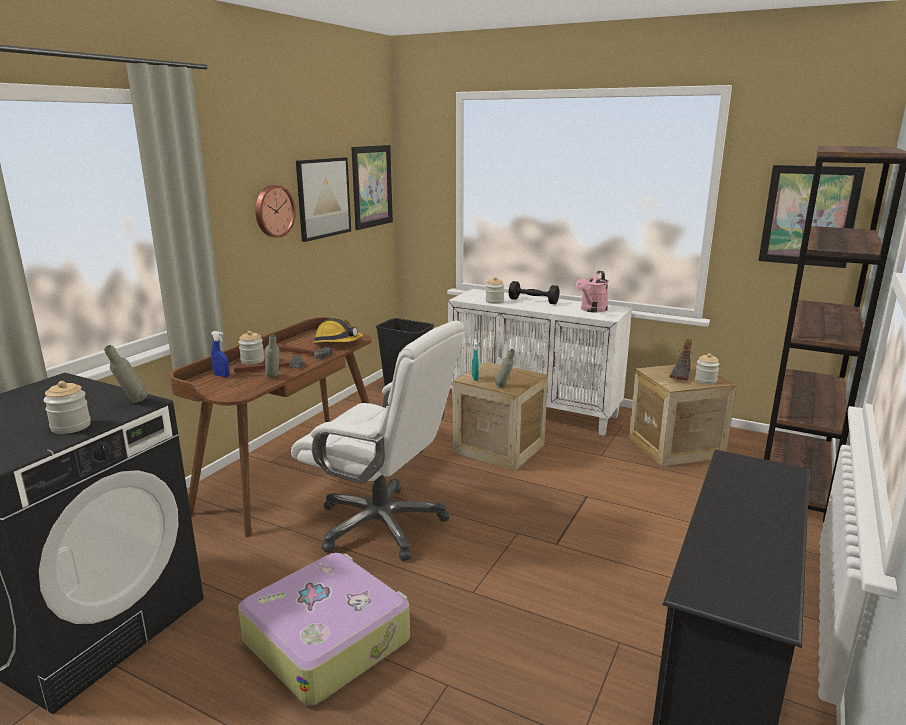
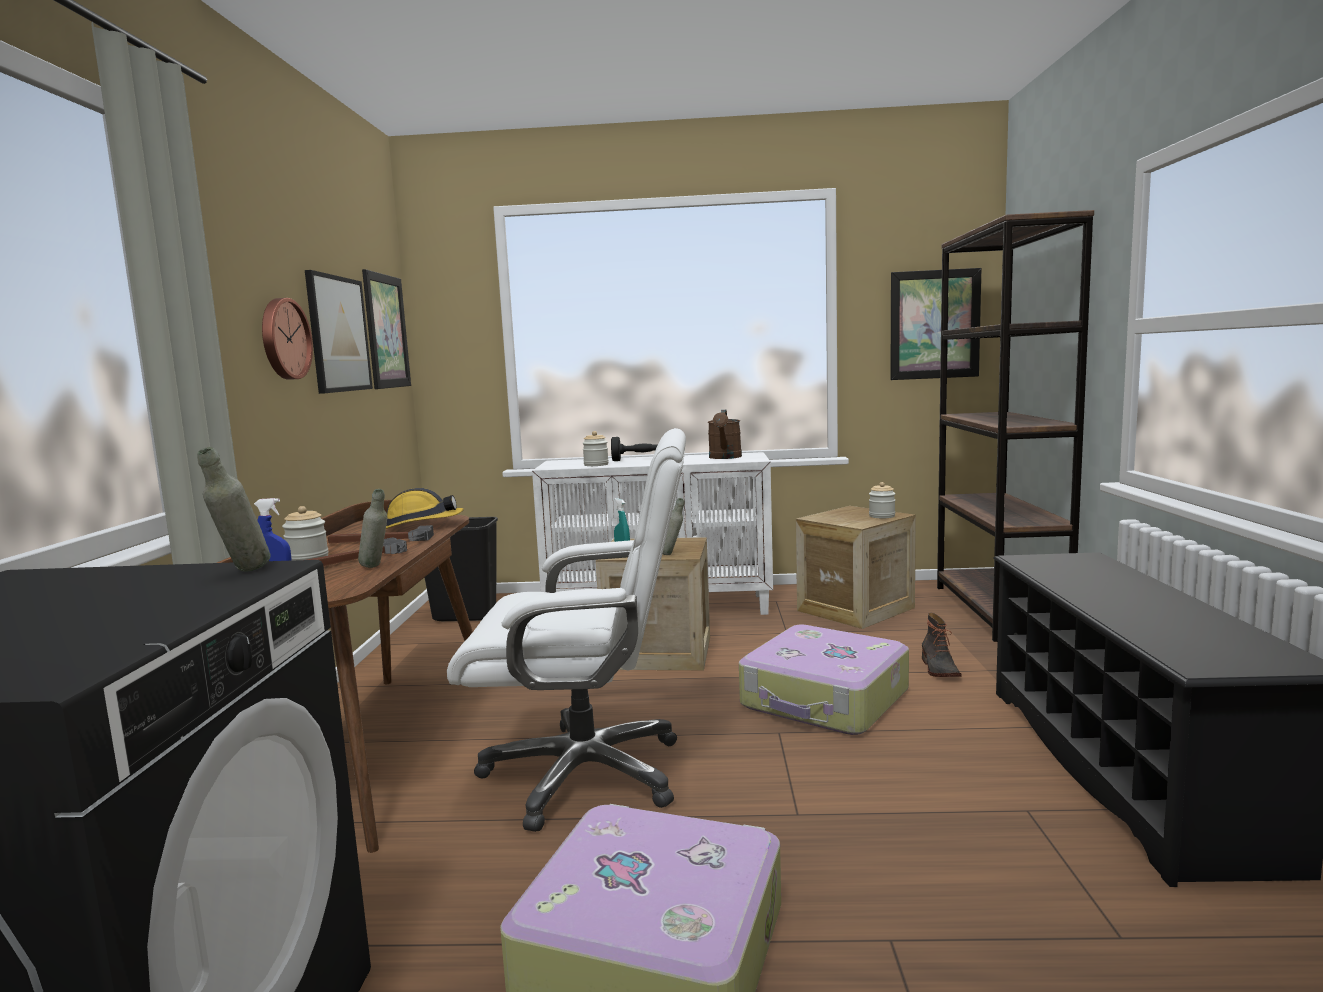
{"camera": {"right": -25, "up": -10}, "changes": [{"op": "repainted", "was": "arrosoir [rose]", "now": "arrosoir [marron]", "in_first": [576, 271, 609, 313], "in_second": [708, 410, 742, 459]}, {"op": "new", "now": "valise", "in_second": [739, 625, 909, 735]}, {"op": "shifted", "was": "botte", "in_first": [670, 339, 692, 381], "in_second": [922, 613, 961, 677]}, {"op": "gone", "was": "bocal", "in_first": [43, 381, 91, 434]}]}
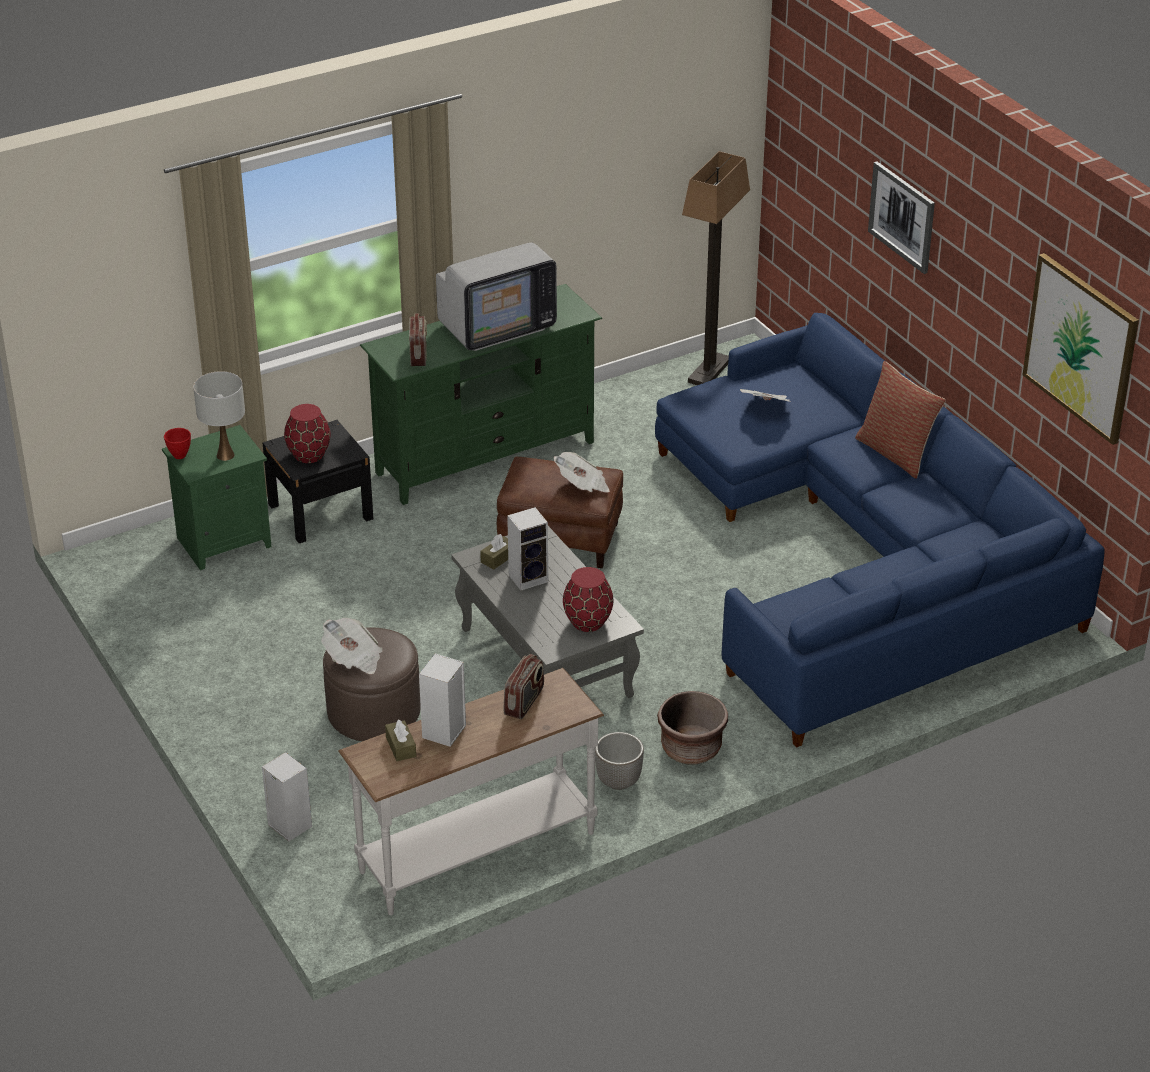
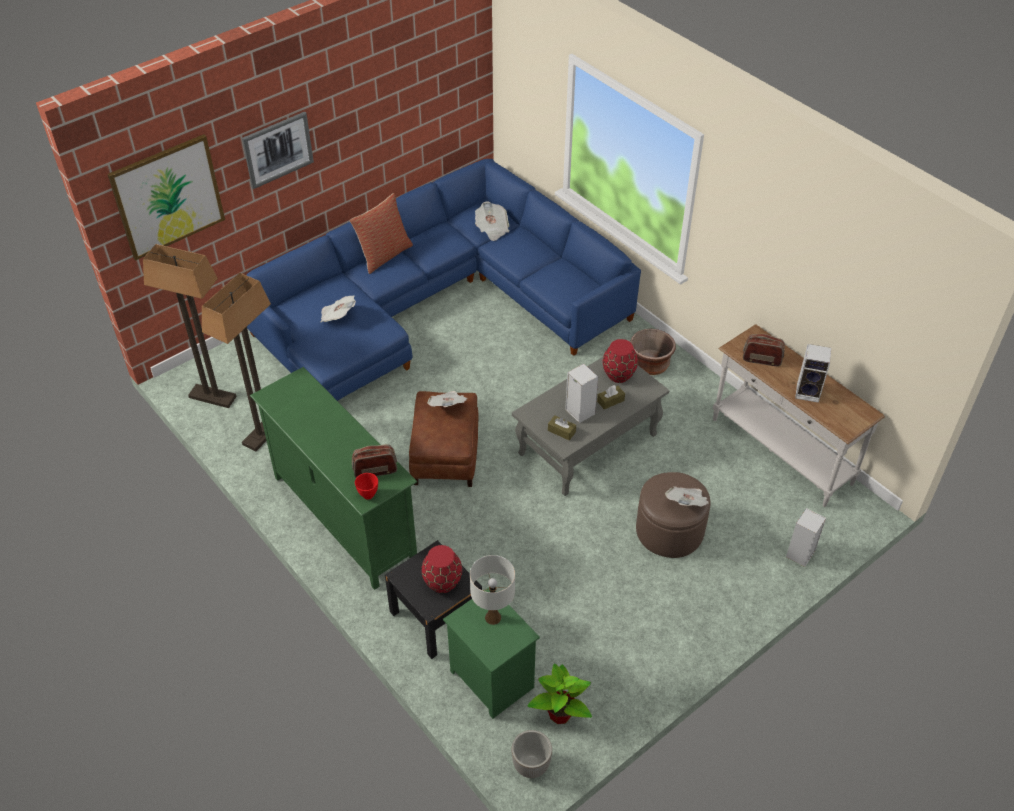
{"camera": {"right": -100, "up": 10}, "changes": [{"op": "shifted", "was": "tableau", "in_first": [1023, 253, 1139, 445], "in_second": [108, 134, 225, 260]}, {"op": "new", "now": "lampadaire", "in_second": [202, 273, 271, 451]}, {"op": "shifted", "was": "bol [rouge]", "in_first": [164, 428, 191, 459], "in_second": [355, 473, 378, 500]}, {"op": "new", "now": "journal", "in_second": [475, 201, 510, 241]}, {"op": "shifted", "was": "cache-pot", "in_first": [595, 732, 644, 790], "in_second": [511, 730, 552, 778]}, {"op": "new", "now": "plante en pot", "in_second": [528, 664, 592, 724]}, {"op": "shifted", "was": "boîte à mouchoirs [marron]", "in_first": [385, 719, 416, 761], "in_second": [597, 385, 625, 409]}, {"op": "gone", "was": "téléviseur", "in_first": [436, 242, 557, 351]}]}
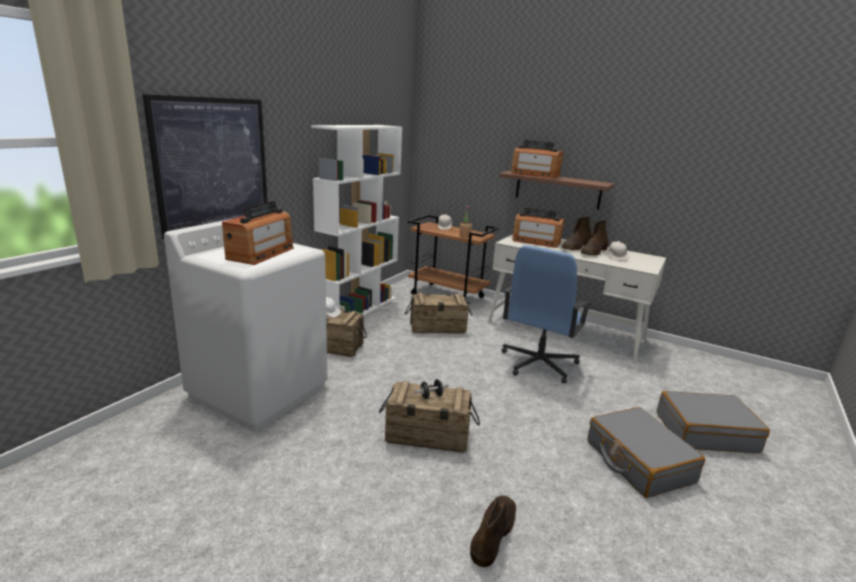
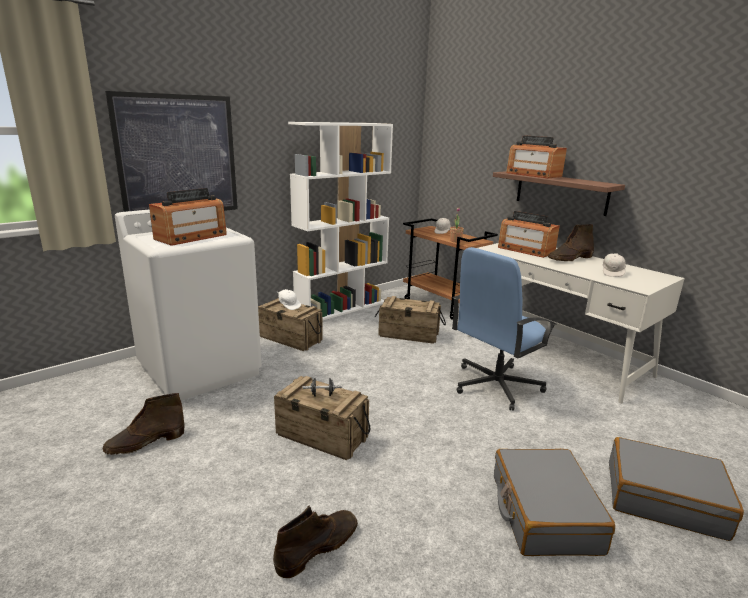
{"camera": {"right": 20, "up": 0}, "changes": [{"op": "shifted", "was": "botte [marron]", "in_first": [581, 220, 609, 255], "in_second": [103, 393, 185, 455]}]}
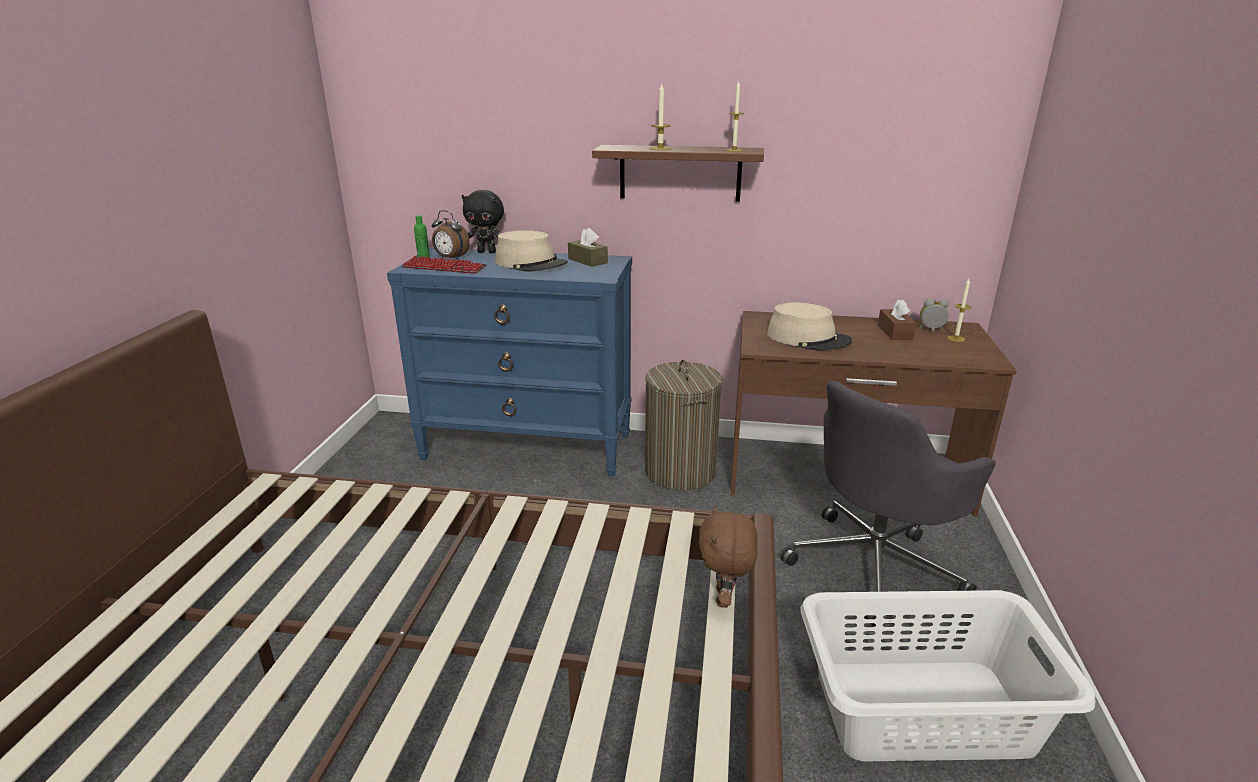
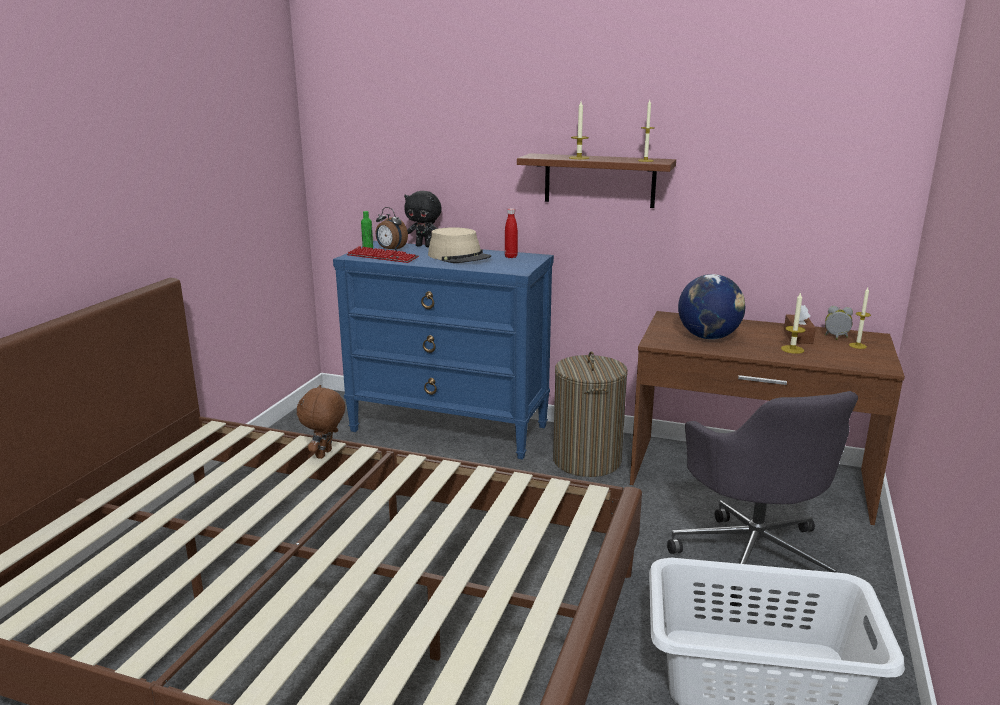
{"camera": {"right": 10, "up": -5}, "changes": [{"op": "shifted", "was": "peluche [marron]", "in_first": [699, 505, 757, 608], "in_second": [297, 385, 345, 459]}, {"op": "swapped", "was": "boîte à mouchoirs [marron]", "now": "bouteille [rouge]", "in_first": [568, 228, 608, 267], "in_second": [505, 208, 518, 258]}, {"op": "rotated", "was": "chaise de bureau [gris]", "in_first": [781, 381, 996, 627], "in_second": [667, 391, 858, 606], "clockwise": -75}, {"op": "swapped", "was": "chapeau [beige]", "now": "globe", "in_first": [767, 303, 852, 351], "in_second": [678, 274, 745, 339]}, {"op": "new", "now": "bougie", "in_second": [781, 292, 805, 354]}]}
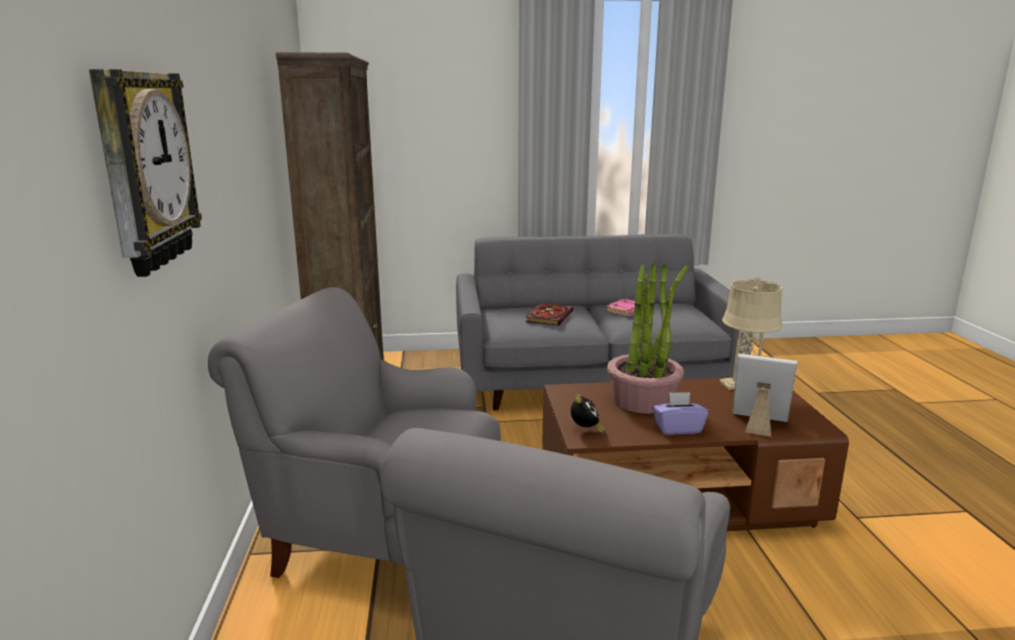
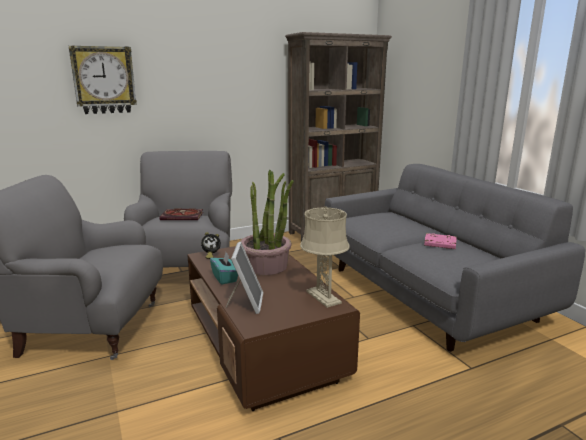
{"camera": {"right": 70, "up": 0}, "changes": [{"op": "shifted", "was": "livre", "in_first": [525, 303, 574, 325], "in_second": [159, 209, 203, 220]}, {"op": "repainted", "was": "boîte à mouchoirs [violet]", "now": "boîte à mouchoirs [turquoise]", "in_first": [652, 392, 709, 435], "in_second": [210, 252, 238, 285]}]}
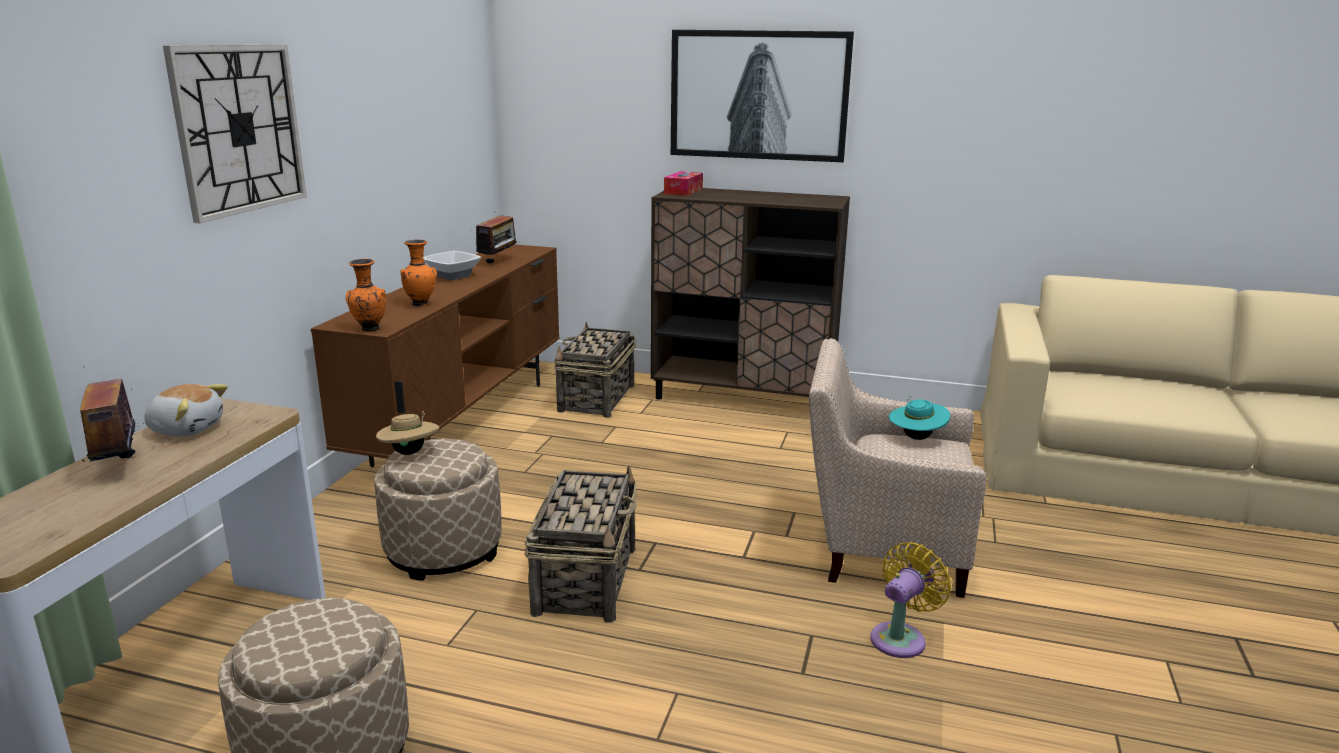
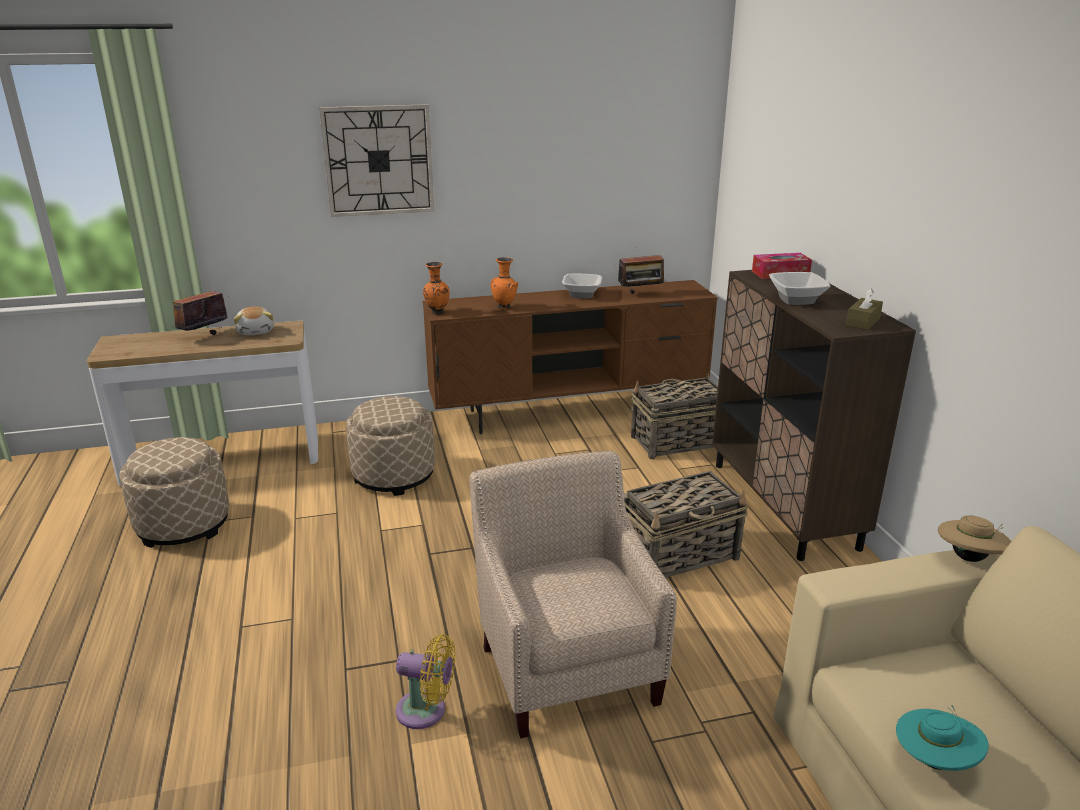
{"camera": {"right": 60, "up": 5}, "changes": [{"op": "shifted", "was": "panier", "in_first": [524, 465, 637, 623], "in_second": [624, 471, 749, 578]}, {"op": "new", "now": "bol", "in_second": [769, 272, 831, 305]}, {"op": "new", "now": "boîte à mouchoirs [marron]", "in_second": [846, 288, 883, 330]}, {"op": "shifted", "was": "chapeau [turquoise]", "in_first": [889, 396, 950, 440], "in_second": [896, 705, 989, 771]}, {"op": "shifted", "was": "chapeau [beige]", "in_first": [376, 411, 440, 455], "in_second": [938, 515, 1011, 562]}, {"op": "gone", "was": "tableau", "in_first": [671, 30, 854, 162]}]}
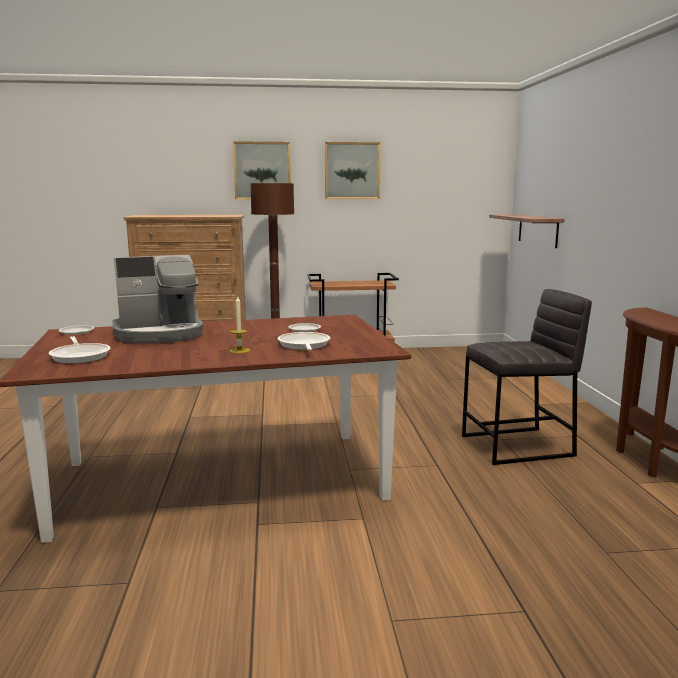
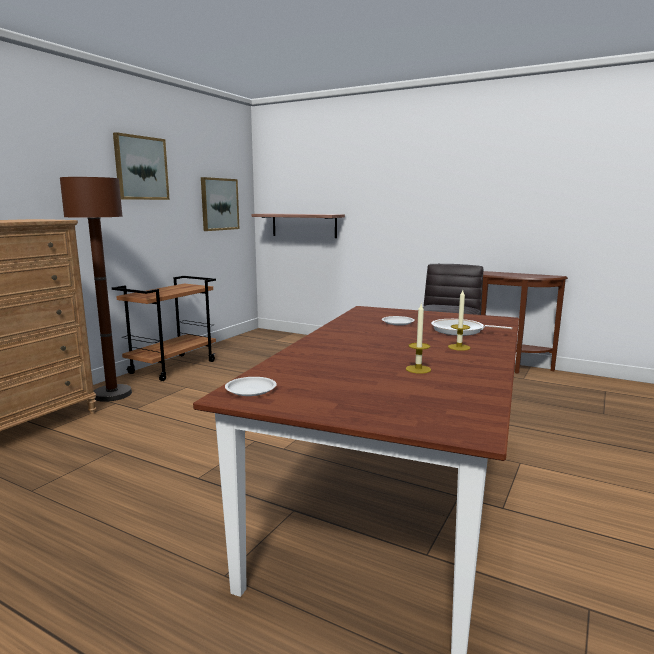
{"camera": {"right": -55, "up": 0}, "changes": [{"op": "shifted", "was": "tableau", "in_first": [233, 141, 291, 200], "in_second": [201, 177, 239, 231]}, {"op": "new", "now": "bougie", "in_second": [406, 304, 431, 374]}, {"op": "gone", "was": "poêle", "in_first": [49, 336, 110, 363]}, {"op": "gone", "was": "machine à café", "in_first": [112, 255, 203, 343]}]}
